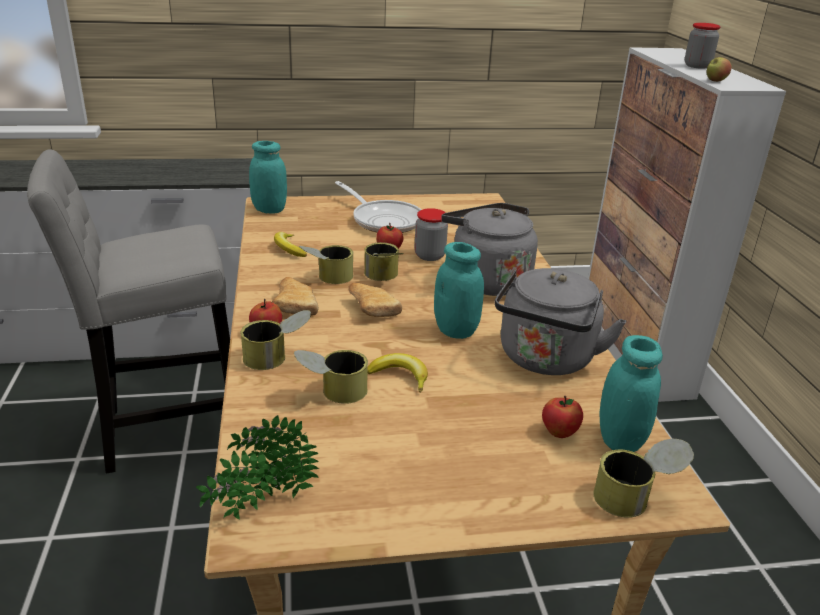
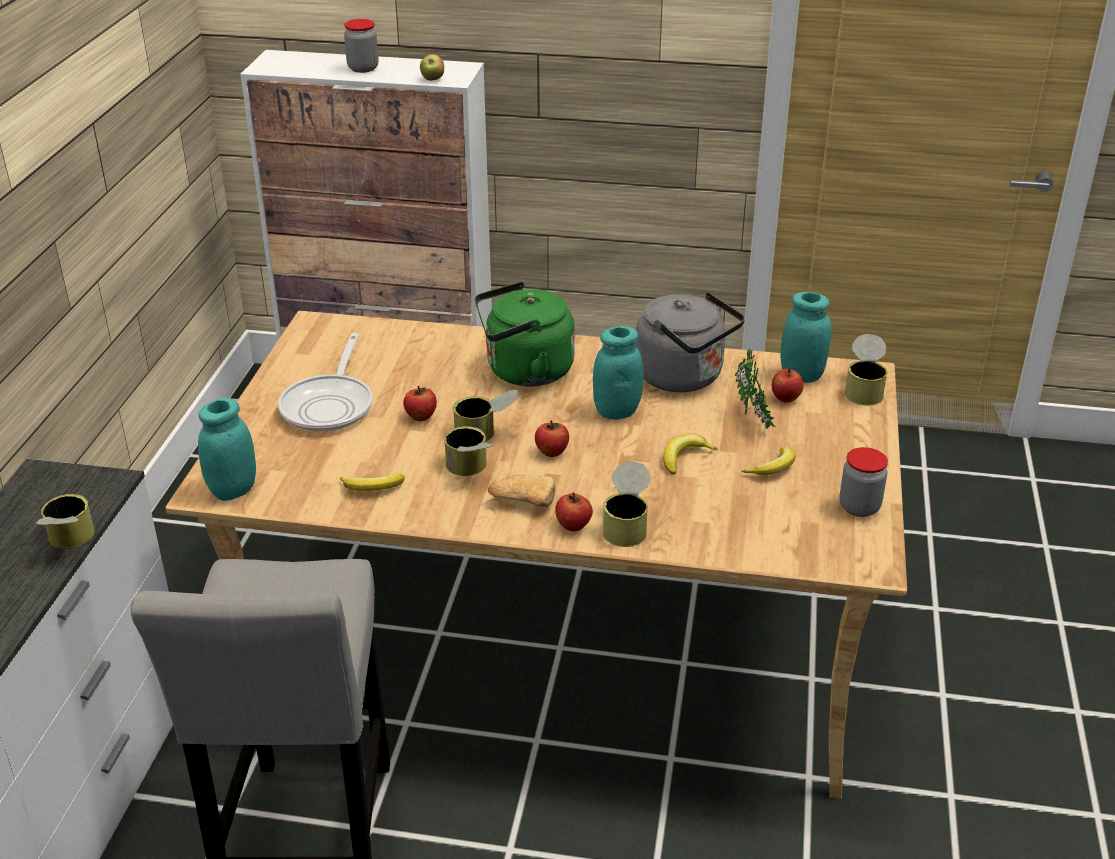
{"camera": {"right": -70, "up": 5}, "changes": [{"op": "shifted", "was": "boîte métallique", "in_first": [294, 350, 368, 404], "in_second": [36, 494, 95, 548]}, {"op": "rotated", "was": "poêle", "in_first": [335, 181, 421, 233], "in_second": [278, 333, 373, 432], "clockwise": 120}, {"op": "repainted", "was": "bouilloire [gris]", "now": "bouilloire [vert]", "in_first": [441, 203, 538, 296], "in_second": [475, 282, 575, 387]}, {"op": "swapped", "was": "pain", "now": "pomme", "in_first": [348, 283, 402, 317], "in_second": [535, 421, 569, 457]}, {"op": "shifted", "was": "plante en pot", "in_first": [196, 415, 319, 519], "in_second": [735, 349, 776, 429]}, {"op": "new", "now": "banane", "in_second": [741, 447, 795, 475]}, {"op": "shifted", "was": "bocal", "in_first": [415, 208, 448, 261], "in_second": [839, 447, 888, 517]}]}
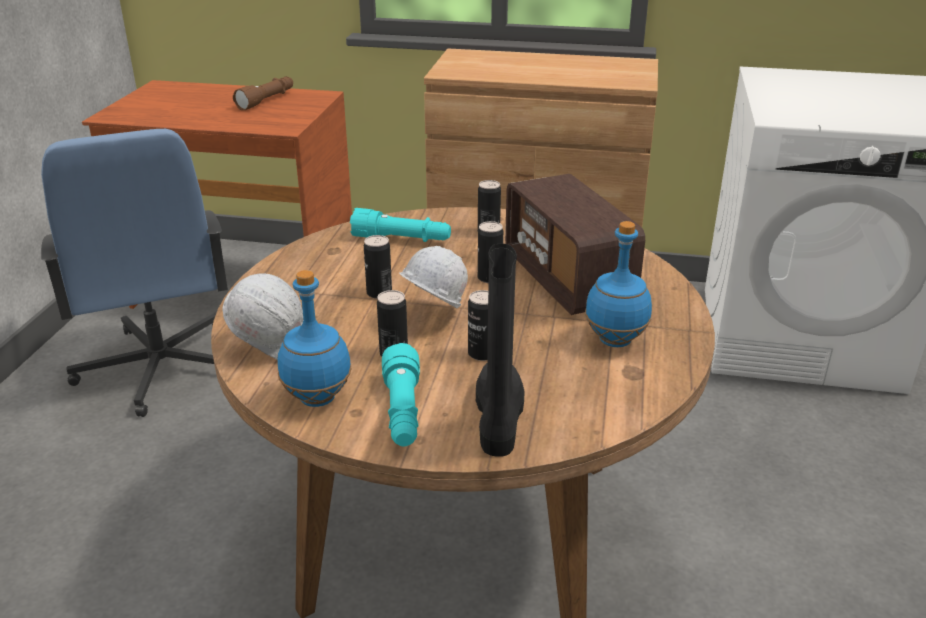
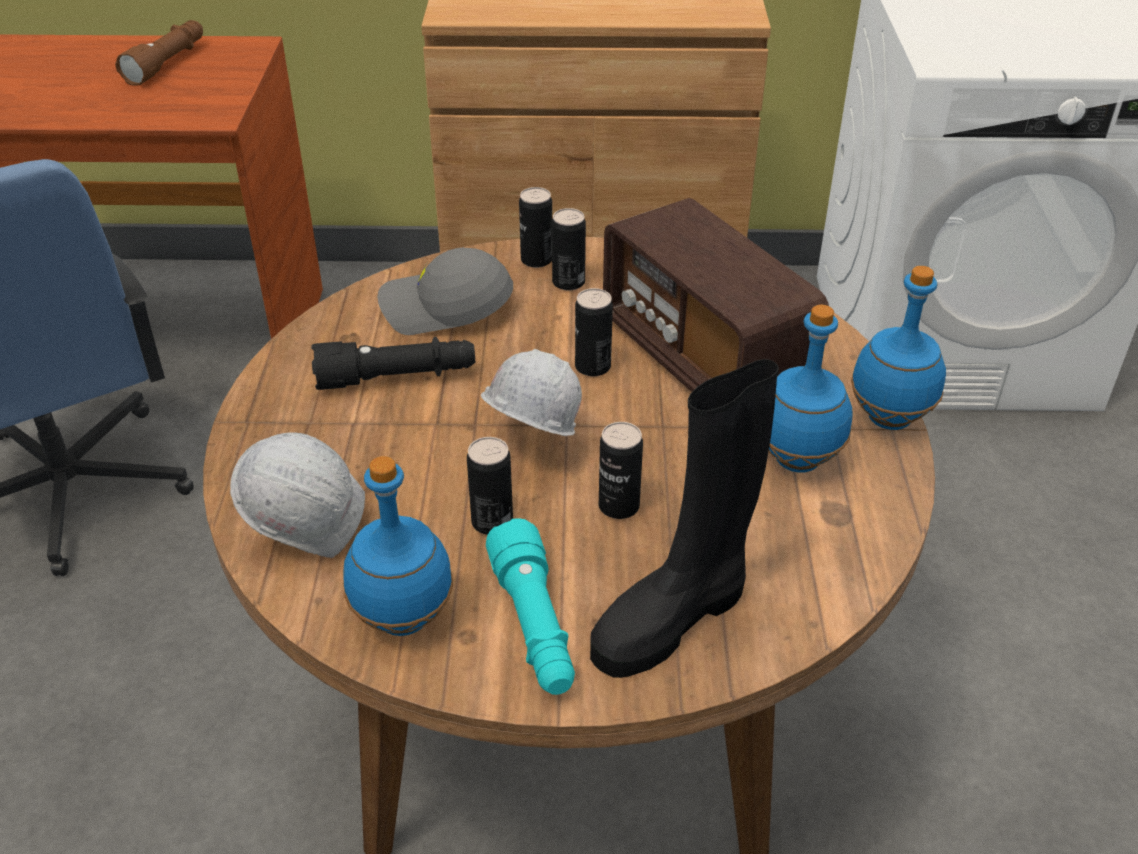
{"camera": {"right": -10, "up": 10}, "changes": [{"op": "new", "now": "lampe de poche [noir]", "in_second": [311, 337, 475, 390]}, {"op": "swapped", "was": "lampe de poche [turquoise]", "now": "casquette [gris]", "in_first": [350, 208, 451, 242], "in_second": [377, 248, 513, 335]}, {"op": "shifted", "was": "boîte métallique", "in_first": [364, 235, 392, 299], "in_second": [519, 187, 552, 268]}, {"op": "rotated", "was": "botte [noir]", "in_first": [476, 244, 525, 457], "in_second": [590, 359, 779, 678], "clockwise": -120}, {"op": "new", "now": "bouteille [bleu]", "in_second": [851, 266, 946, 430]}]}
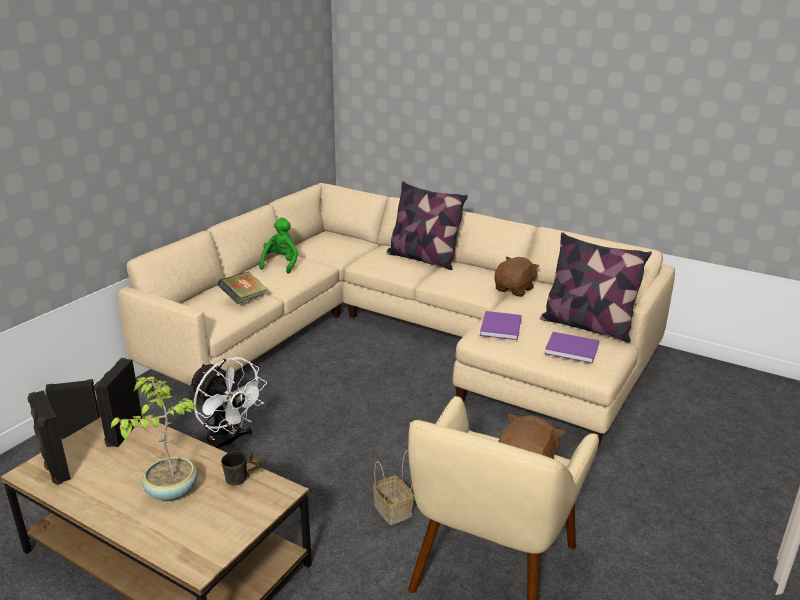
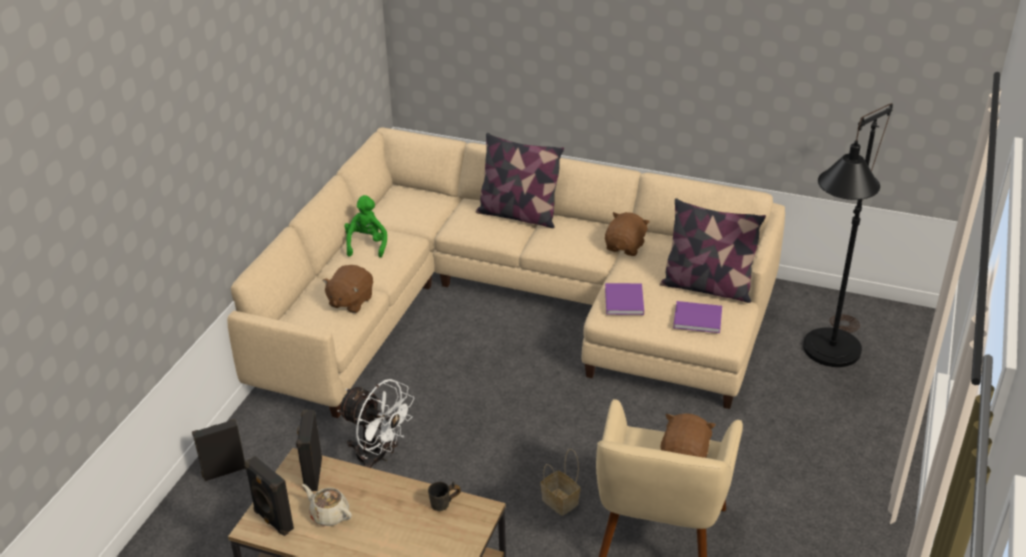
{"camera": {"right": -10, "up": 10}, "changes": [{"op": "new", "now": "théière [beige]", "in_second": [302, 484, 352, 526]}, {"op": "swapped", "was": "livre", "now": "peluche [marron]", "in_first": [217, 271, 268, 304], "in_second": [322, 265, 373, 313]}, {"op": "new", "now": "lampadaire [noir]", "in_second": [803, 103, 893, 367]}, {"op": "gone", "was": "plante en pot", "in_first": [110, 376, 198, 501]}]}
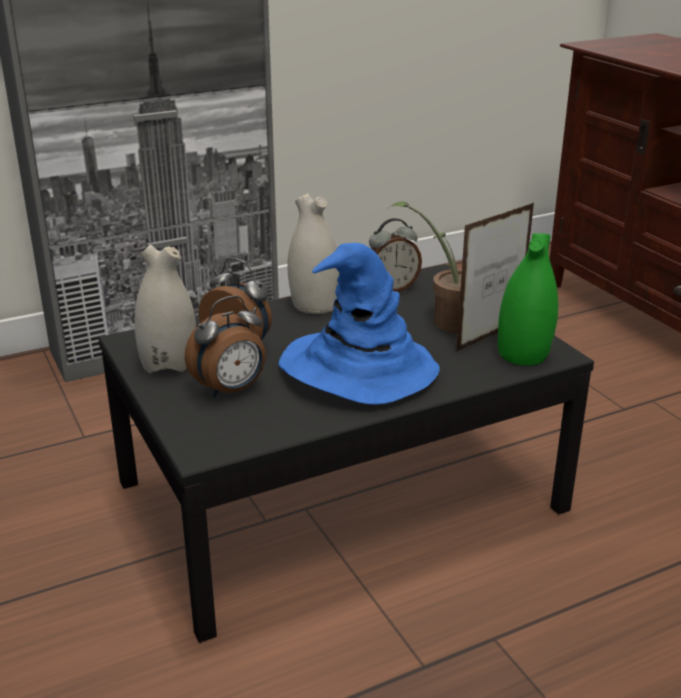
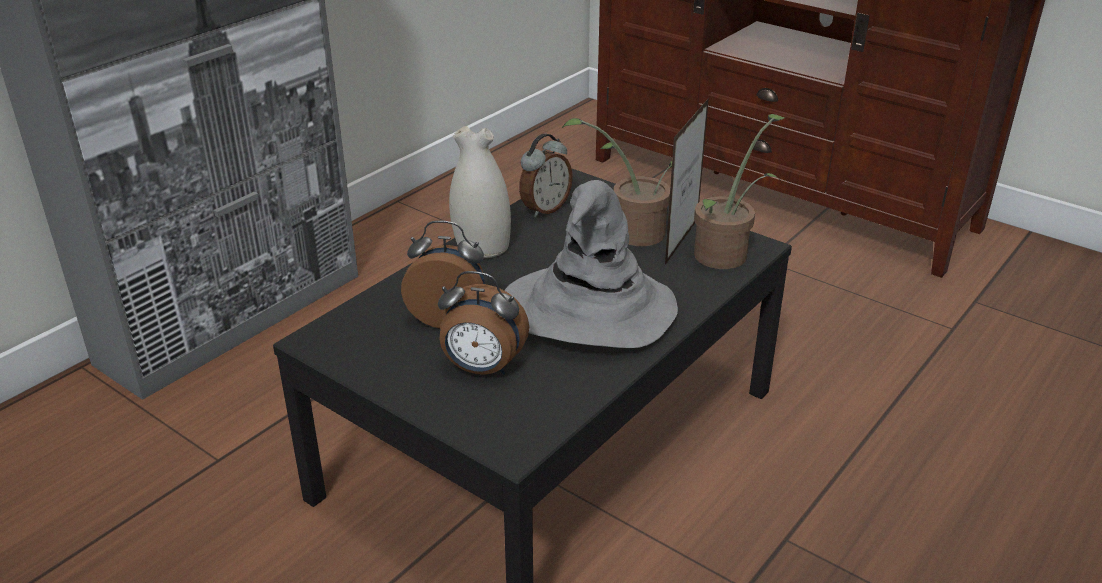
{"camera": {"right": -25, "up": 5}, "changes": [{"op": "rotated", "was": "réveil", "in_first": [185, 296, 266, 398], "in_second": [438, 271, 529, 375], "clockwise": 75}, {"op": "repainted", "was": "chapeau [bleu]", "now": "chapeau [gris]", "in_first": [278, 243, 440, 405], "in_second": [504, 180, 678, 348]}, {"op": "swapped", "was": "vase [vert]", "now": "plante en pot", "in_first": [498, 233, 558, 366], "in_second": [694, 114, 785, 269]}, {"op": "gone", "was": "vase [blanc]", "in_first": [134, 245, 196, 374]}]}
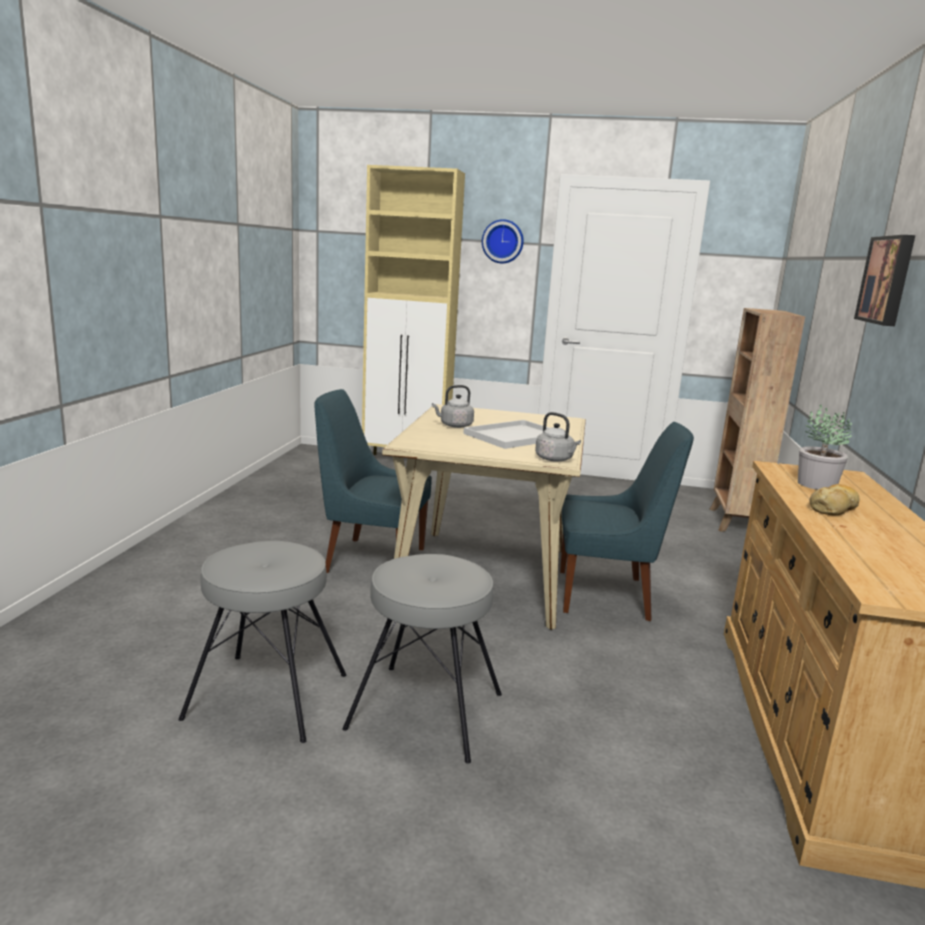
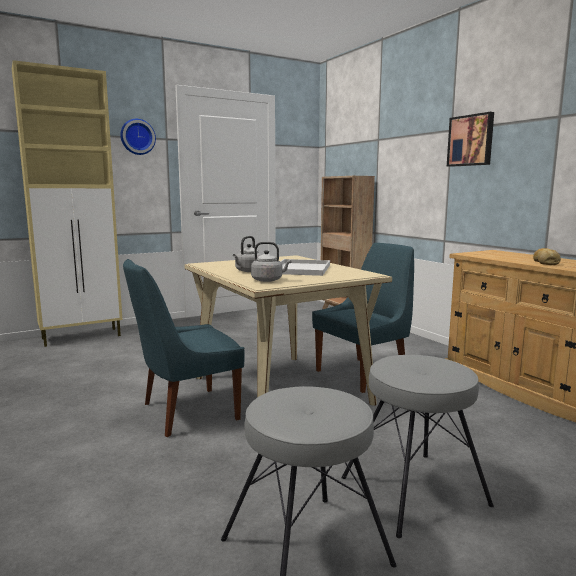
{"camera": {"right": -40, "up": -5}, "changes": [{"op": "shifted", "was": "bouilloire [gris]", "in_first": [535, 412, 581, 462], "in_second": [251, 242, 292, 282]}, {"op": "gone", "was": "plante en pot", "in_first": [798, 404, 852, 490]}]}
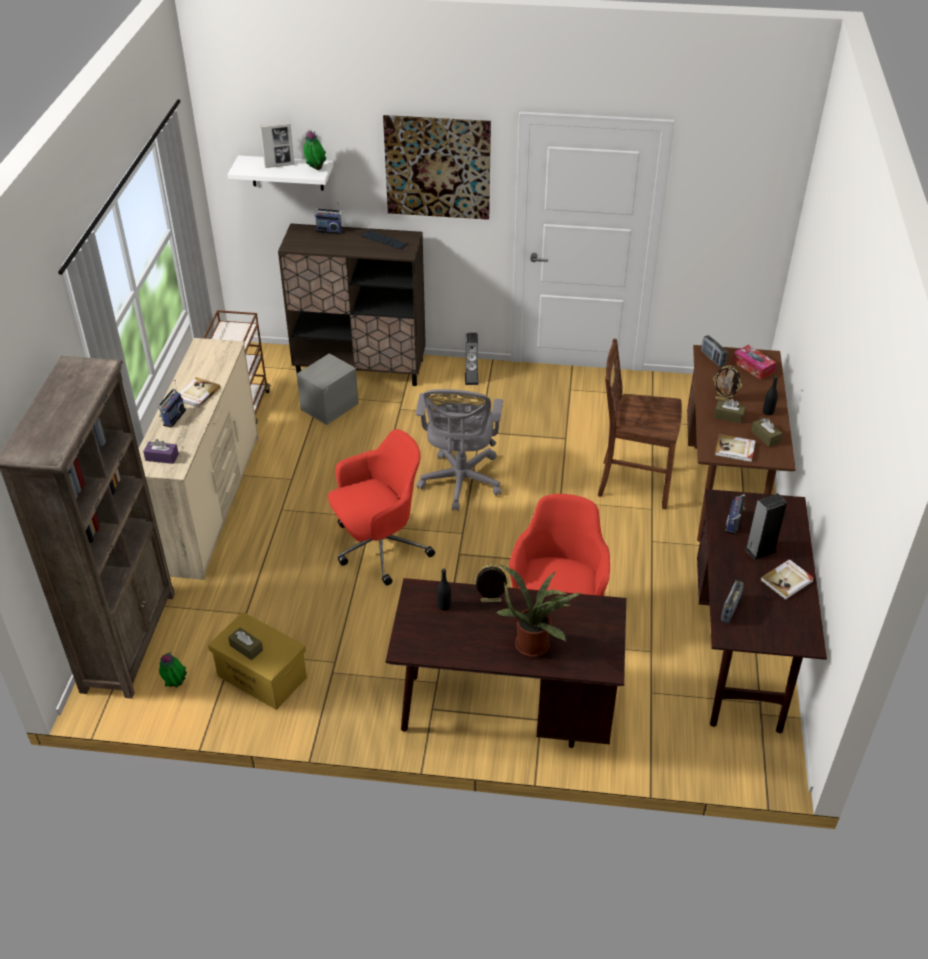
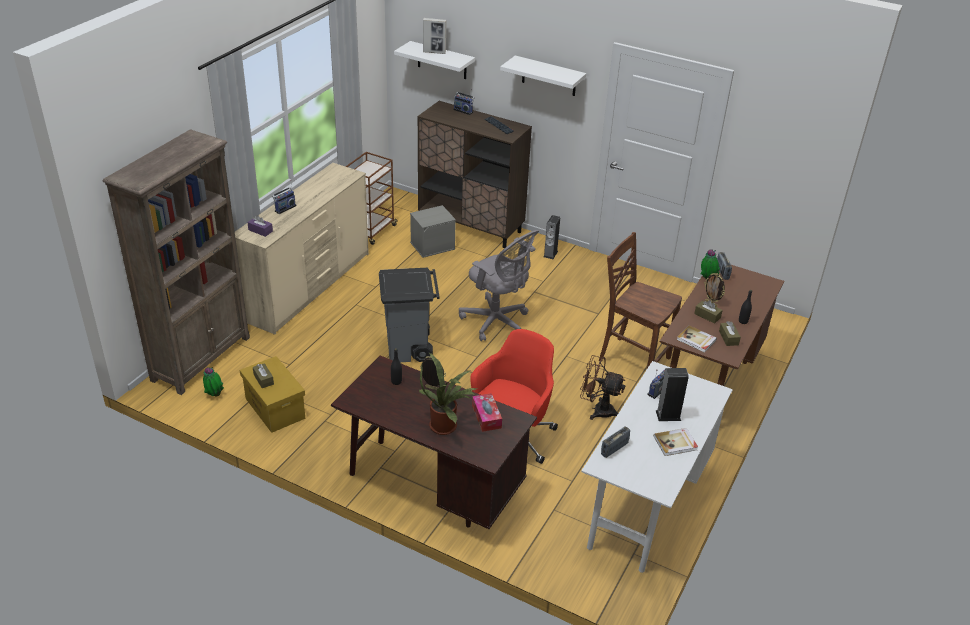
{"camera": {"right": 20, "up": -5}, "changes": [{"op": "swapped", "was": "chaise de bureau [rouge]", "now": "poubelle [gris]", "in_first": [328, 429, 435, 586], "in_second": [379, 268, 440, 362]}, {"op": "rotated", "was": "chaise de bureau [gris]", "in_first": [416, 389, 503, 511], "in_second": [459, 230, 539, 341], "clockwise": -75}, {"op": "shifted", "was": "boîte à mouchoirs", "in_first": [733, 345, 776, 380], "in_second": [472, 393, 502, 432]}, {"op": "swapped", "was": "tableau", "now": "étagère [blanc]", "in_first": [383, 115, 491, 220], "in_second": [500, 56, 586, 96]}, {"op": "new", "now": "ventilateur [marron]", "in_second": [580, 355, 626, 420]}, {"op": "repainted", "was": "bureau [marron]", "now": "bureau [blanc]", "in_first": [697, 489, 827, 733], "in_second": [581, 361, 733, 573]}, {"op": "shifted", "was": "plante en pot", "in_first": [304, 131, 326, 170], "in_second": [701, 249, 720, 279]}, {"op": "gone", "was": "livre", "in_first": [180, 377, 220, 408]}]}
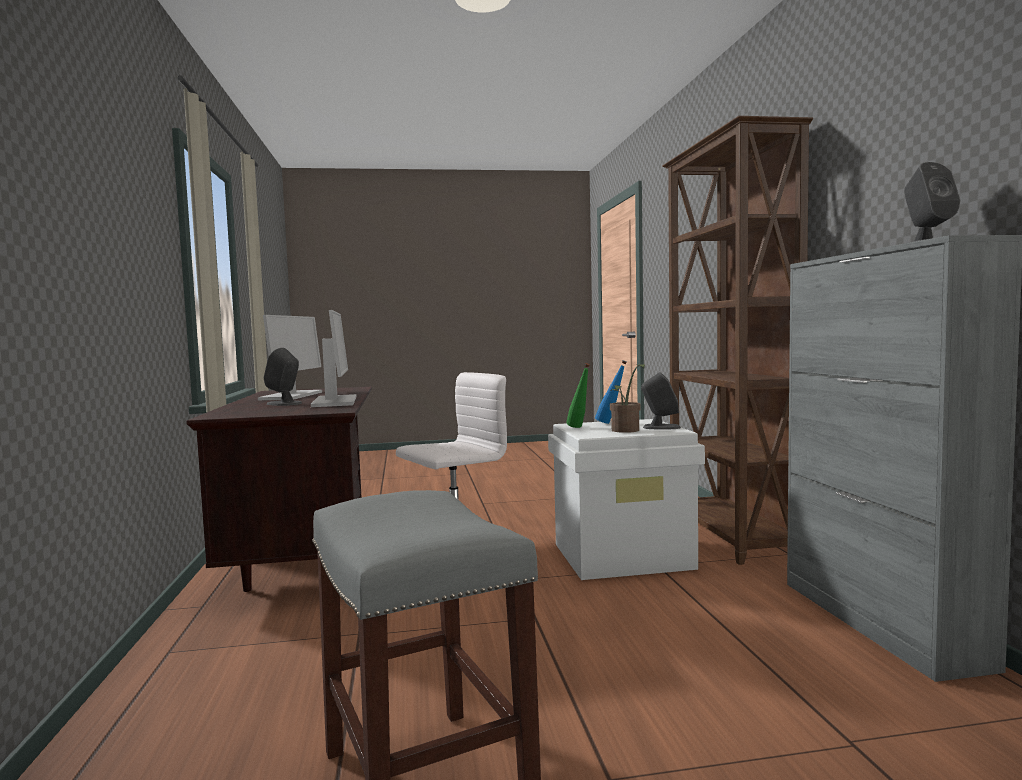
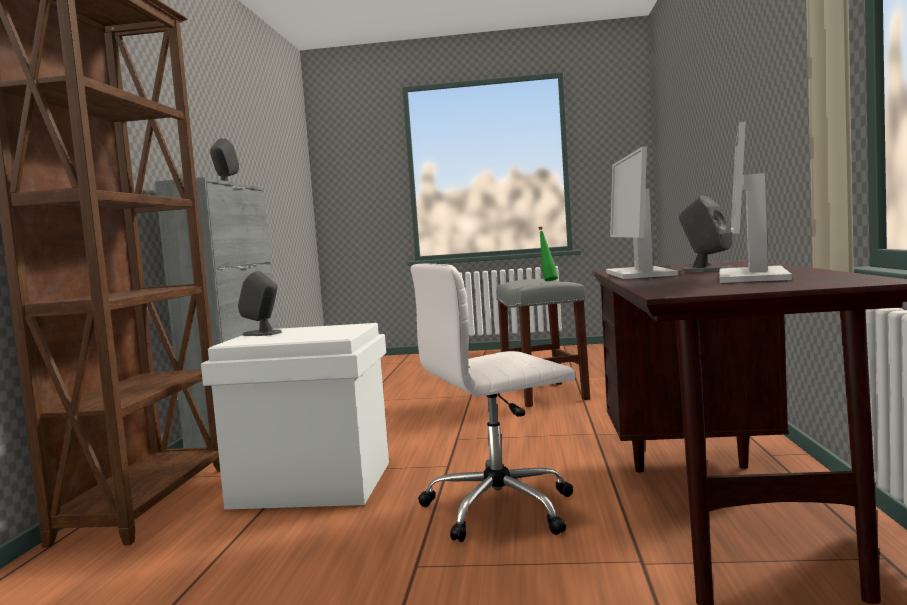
{"camera": {"right": -165, "up": 0}, "changes": [{"op": "shifted", "was": "bouteille [vert]", "in_first": [566, 363, 590, 428], "in_second": [539, 227, 558, 281]}, {"op": "gone", "was": "bouteille [bleu]", "in_first": [595, 360, 627, 424]}, {"op": "gone", "was": "plante en pot", "in_first": [610, 364, 645, 433]}]}
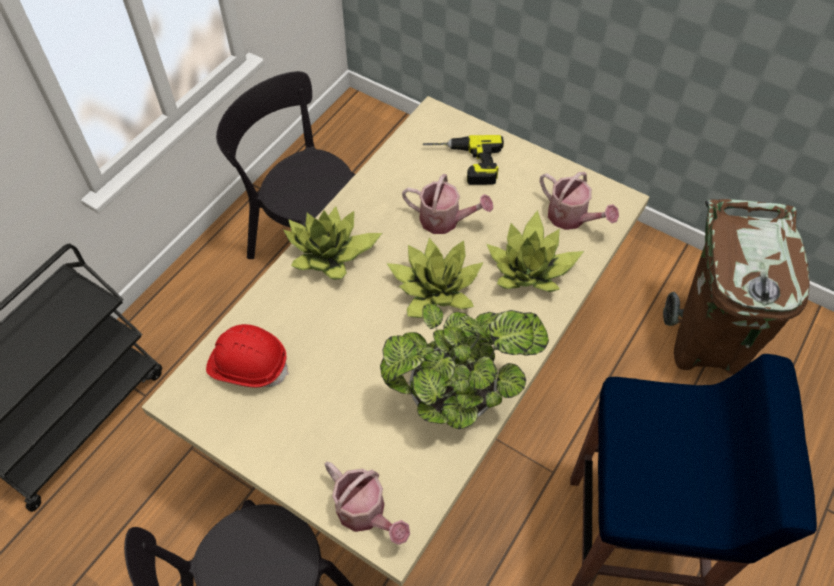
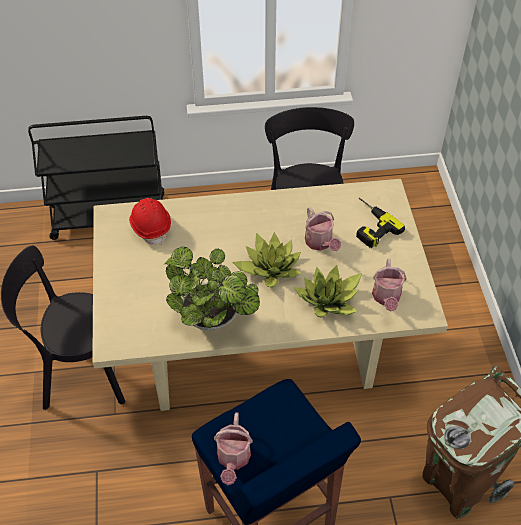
{"camera": {"right": 50, "up": -5}, "changes": [{"op": "shifted", "was": "arrosoir", "in_first": [325, 462, 410, 545], "in_second": [214, 412, 253, 485]}, {"op": "gone", "was": "plante en pot", "in_first": [284, 206, 382, 280]}]}
